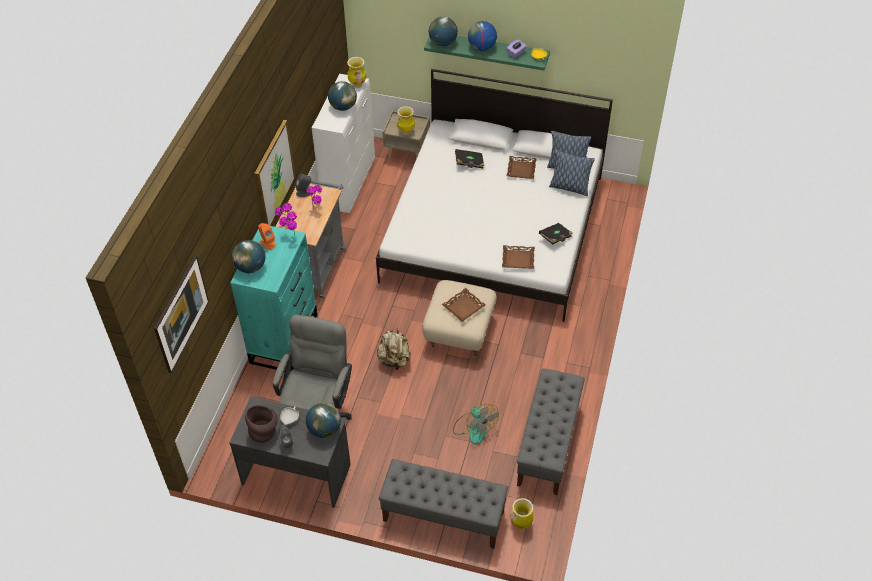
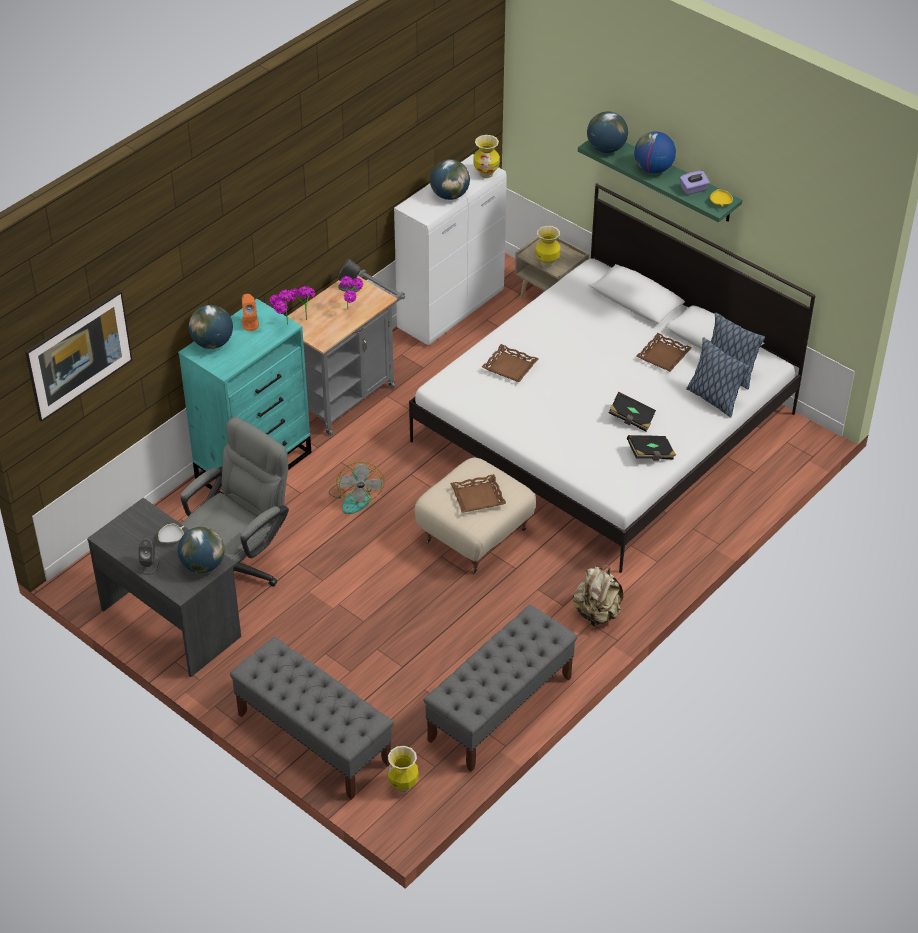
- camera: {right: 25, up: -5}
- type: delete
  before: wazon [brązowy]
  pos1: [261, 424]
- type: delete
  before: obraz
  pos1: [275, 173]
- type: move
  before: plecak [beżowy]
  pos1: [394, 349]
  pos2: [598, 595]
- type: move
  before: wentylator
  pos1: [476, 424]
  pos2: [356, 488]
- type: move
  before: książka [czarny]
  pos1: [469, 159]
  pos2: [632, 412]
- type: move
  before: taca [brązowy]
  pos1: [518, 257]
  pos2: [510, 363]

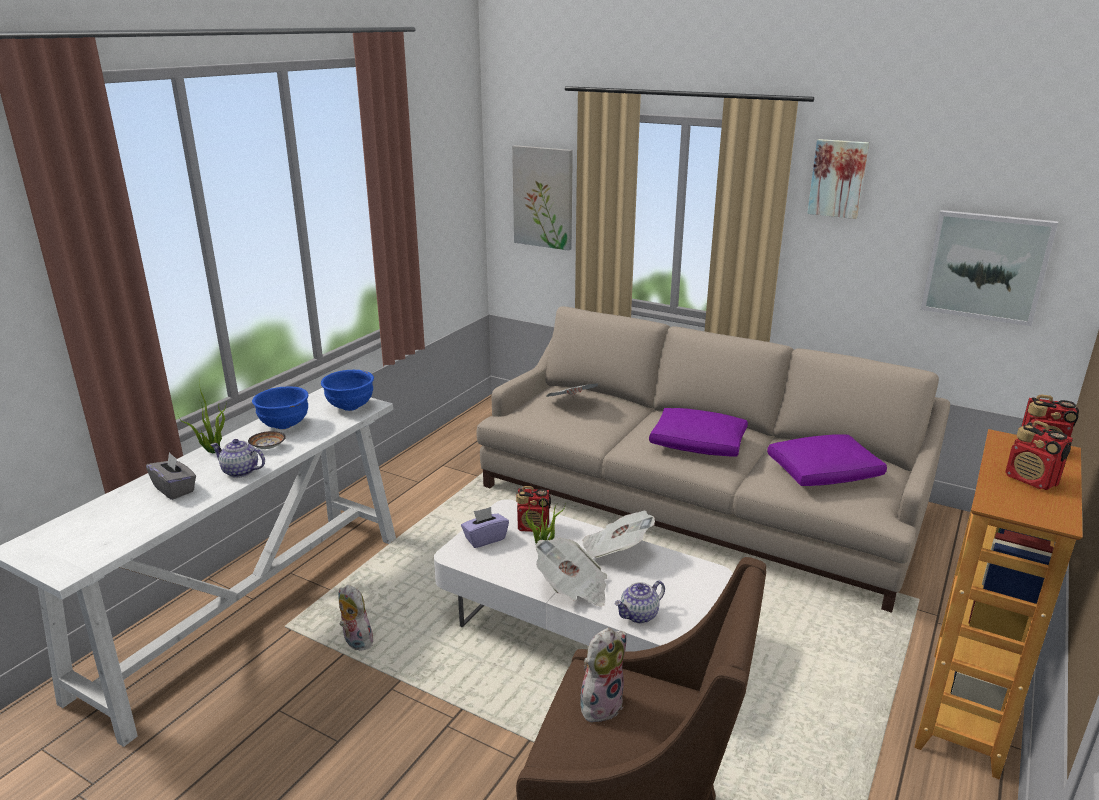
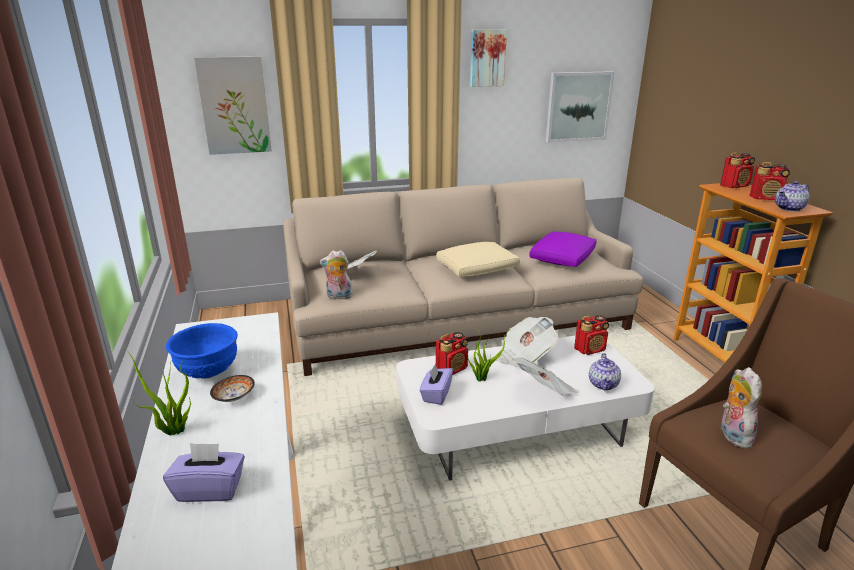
- camera: {right: -45, up: 0}
- type: recolor
  before: pudełko chusteczek [szary]
  after: pudełko chusteczek [fioletowy]
  pos1: [171, 476]
  pos2: [204, 472]
- type: move
  before: imbryk
  pos1: [237, 458]
  pos2: [792, 196]
- type: delete
  before: miska [niebieski]
  pos1: [347, 390]
- type: move
  before: pluszak
  pos1: [355, 618]
  pos2: [336, 274]
- type: recolor
  before: poduszka [fioletowy]
  after: poduszka [beżowy]
  pos1: [698, 432]
  pos2: [478, 259]
- type: insert
  after: radio
  pos2: [591, 335]

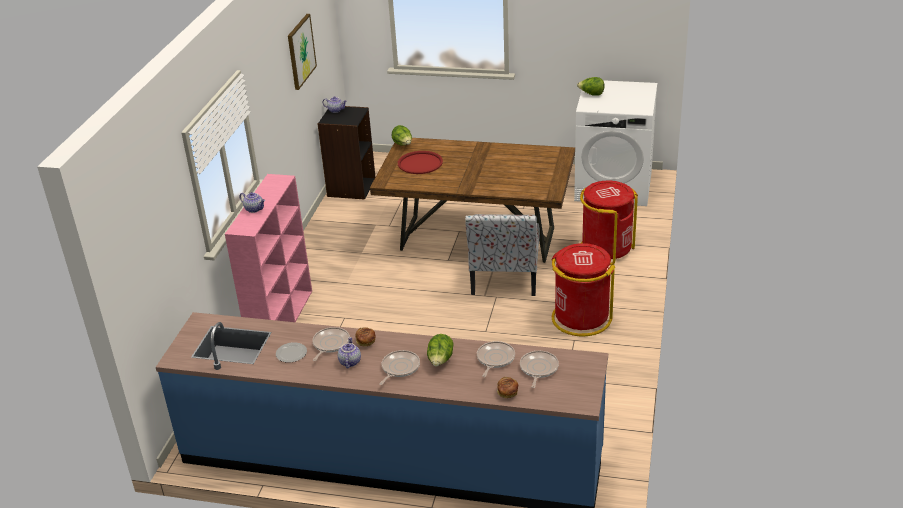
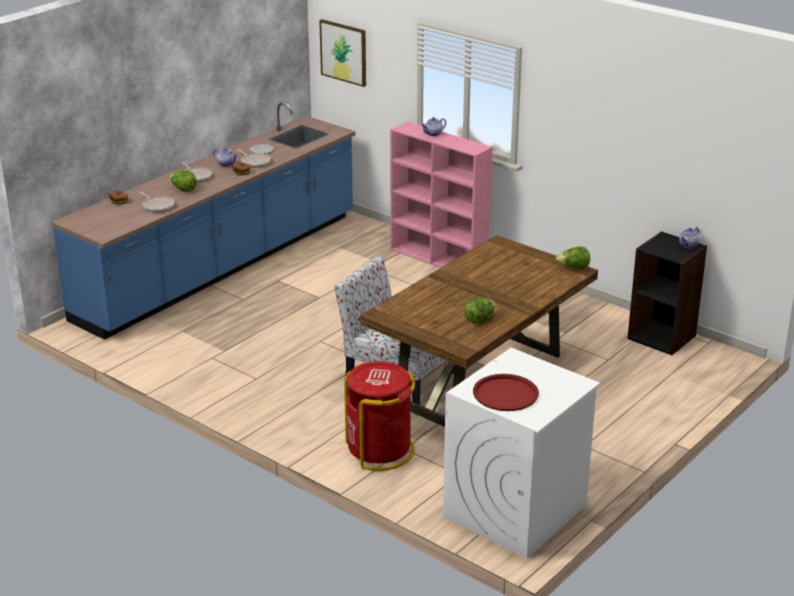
- camera: {right: 115, up: -5}
- type: move
  before: obraz
  pos1: [302, 52]
  pos2: [342, 53]
- type: move
  before: taca [czerwony]
  pos1: [420, 162]
  pos2: [506, 392]
- type: delete
  before: patelnia
  pos1: [539, 369]
- type: delete
  before: kosz na śmieci [czerwony]
  pos1: [583, 289]
- type: move
  before: sałata
  pos1: [591, 86]
  pos2: [479, 310]

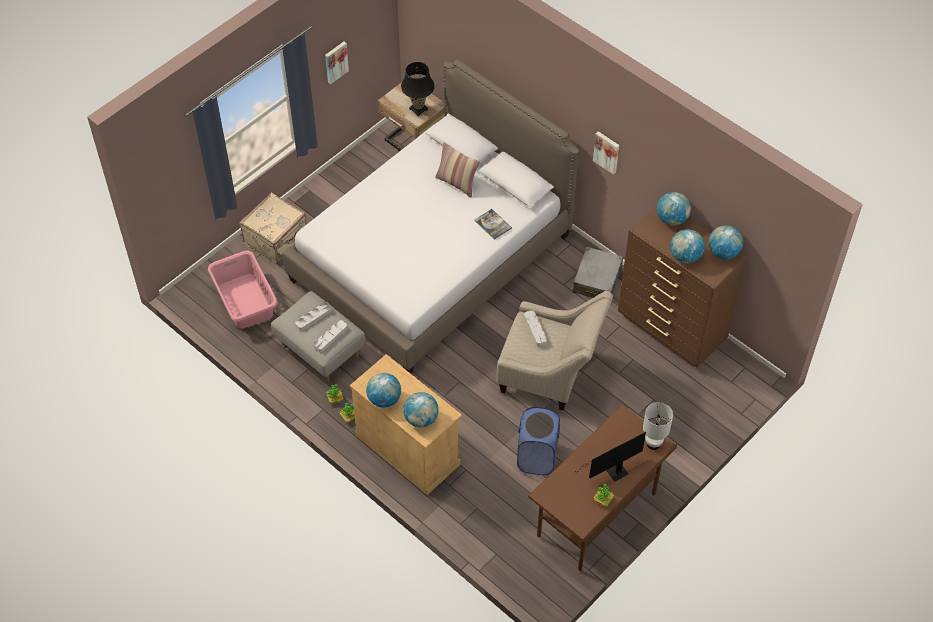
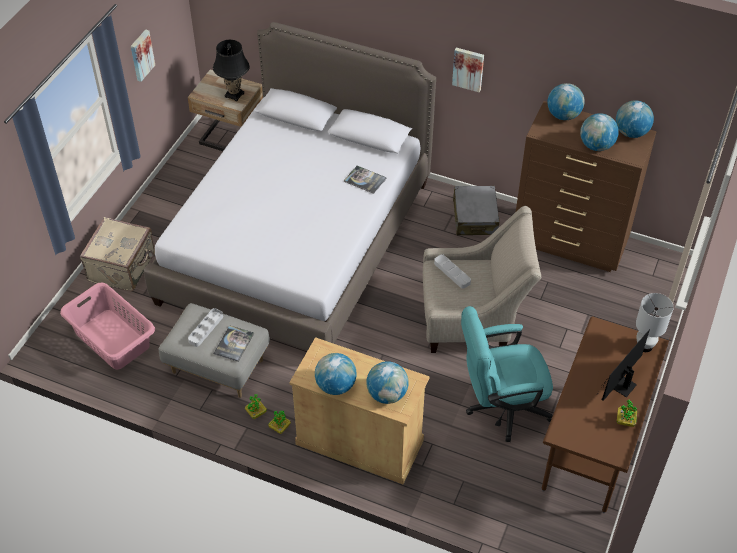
- camera: {right: -20, up: -5}
- type: replace
  before: taca [szary]
  after: książka
  pos1: [330, 336]
  pos2: [234, 343]
- type: delete
  before: poduszka
  pos1: [457, 169]
- type: replace
  before: kosz na pranie [niebieski]
  after: krzesło biurowe [turkusowy]
  pos1: [538, 441]
  pos2: [507, 374]

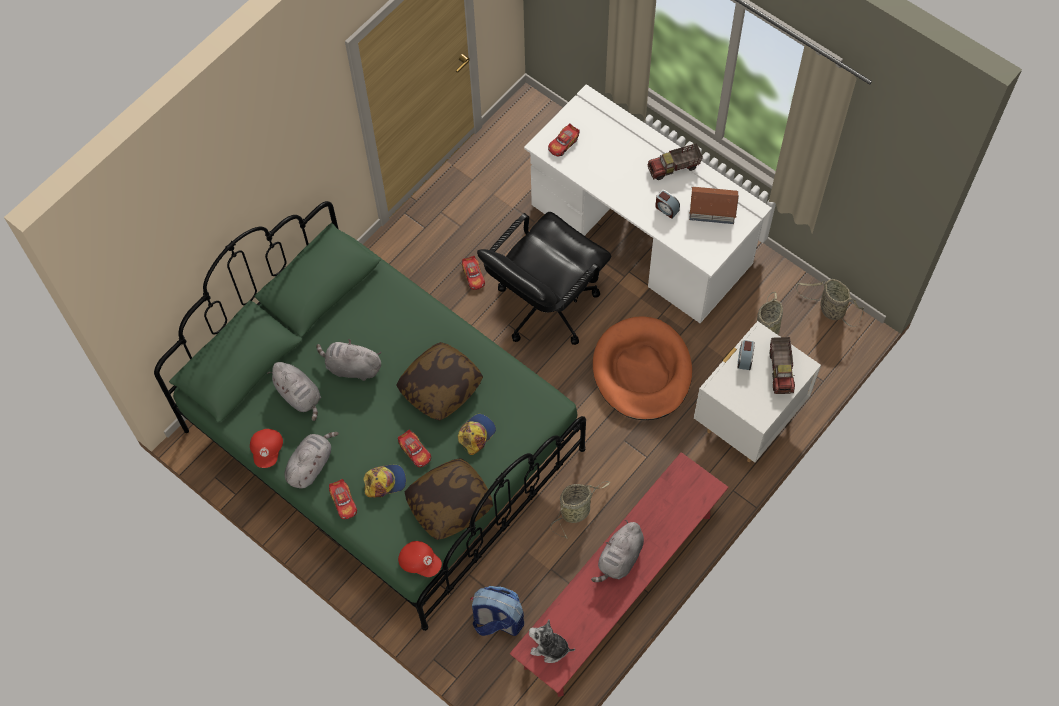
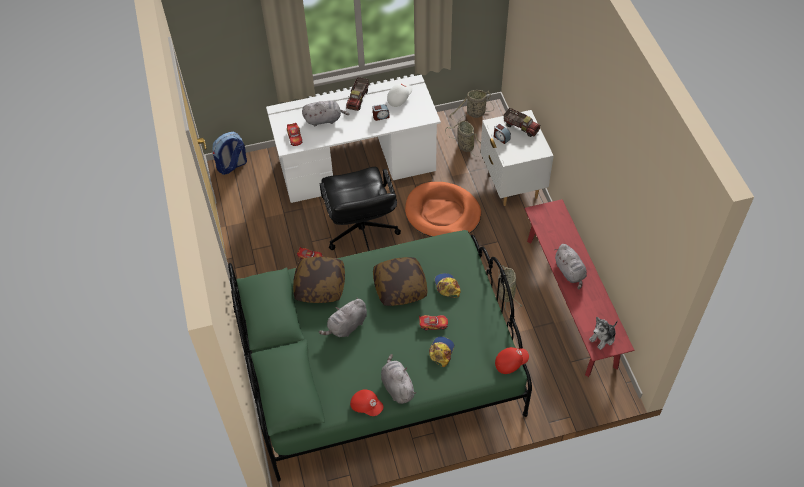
- camera: {right: -55, up: -10}
- type: move
  before: pluszak [szary]
  pos1: [294, 391]
  pos2: [325, 113]
- type: delete
  before: samochodzik
  pos1: [343, 499]
- type: move
  before: poduszka
  pos1: [449, 499]
  pos2: [319, 280]
- type: move
  before: plecak
  pos1: [497, 611]
  pos2: [230, 153]
- type: replace
  before: domek
  after: czapka z daszkiem [biały]
  pos1: [714, 205]
  pos2: [399, 95]

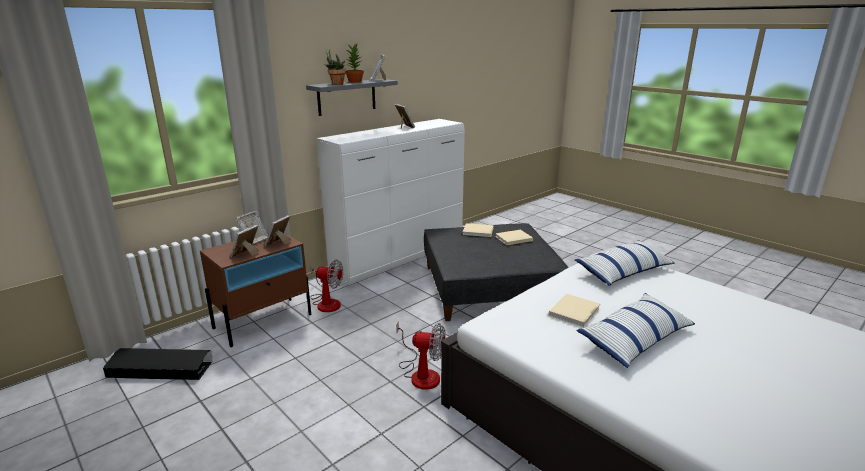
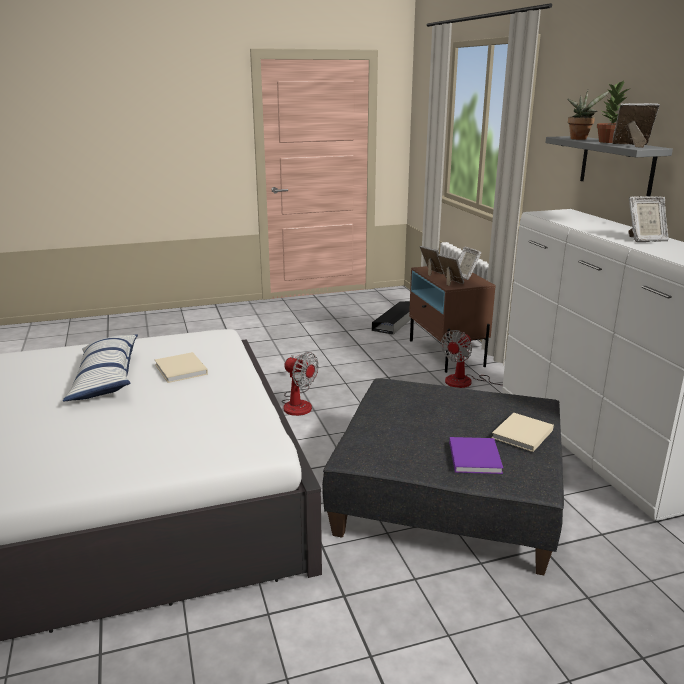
- camera: {right: 115, up: 0}
- type: rotate
  before: wentylator
  pos1: [420, 355]
  pos2: [300, 384]
  turn: -90
- type: recolor
  before: książka [beżowy]
  after: książka [fioletowy]
  pos1: [514, 237]
  pos2: [476, 455]
- type: delete
  before: poduszka
  pos1: [624, 263]

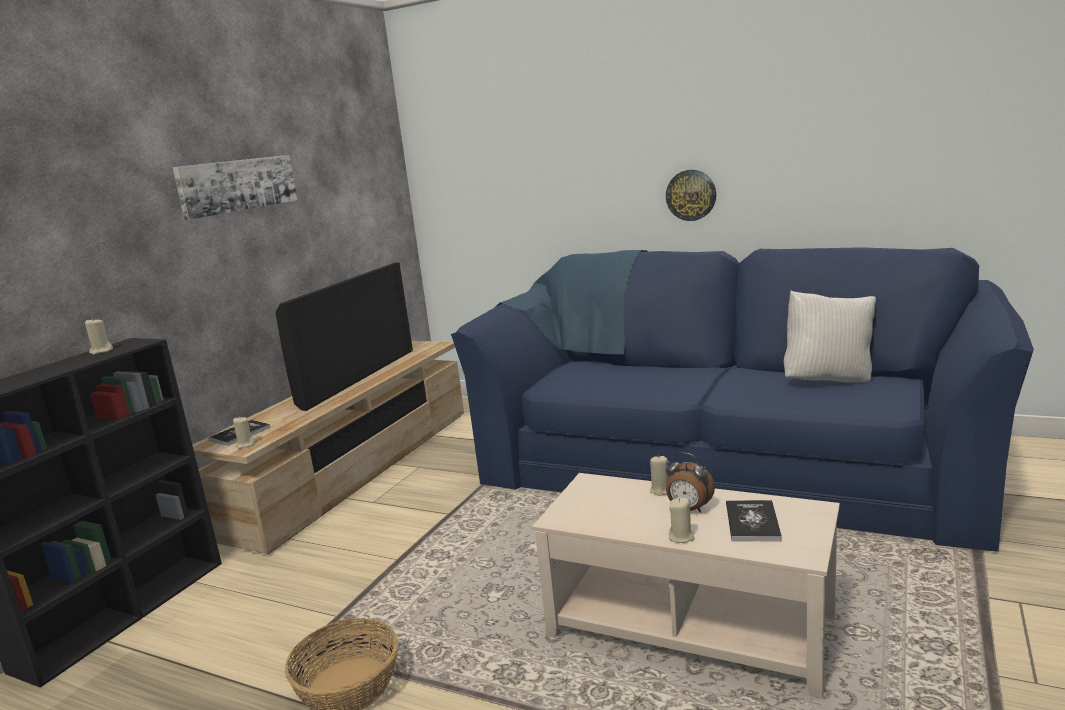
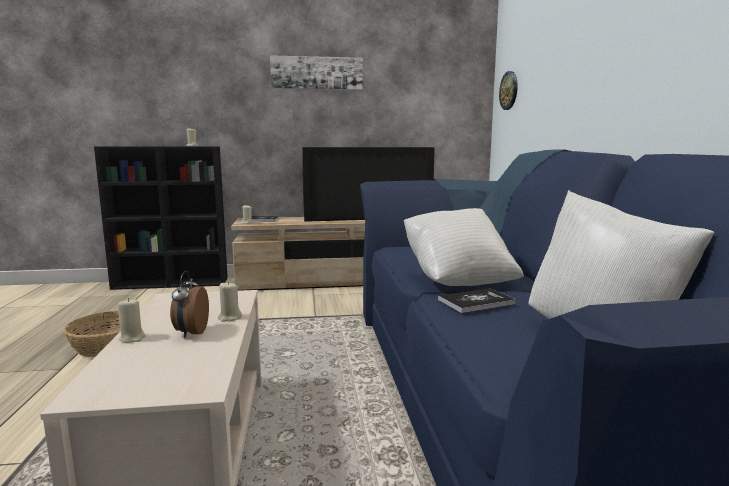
- camera: {right: 55, up: -5}
- type: move
  before: zegar ścienny
  pos1: [691, 195]
  pos2: [508, 90]
- type: move
  before: książka
  pos1: [754, 520]
  pos2: [477, 300]
- type: insert
  after: poduszka [biały]
  pos2: [464, 247]

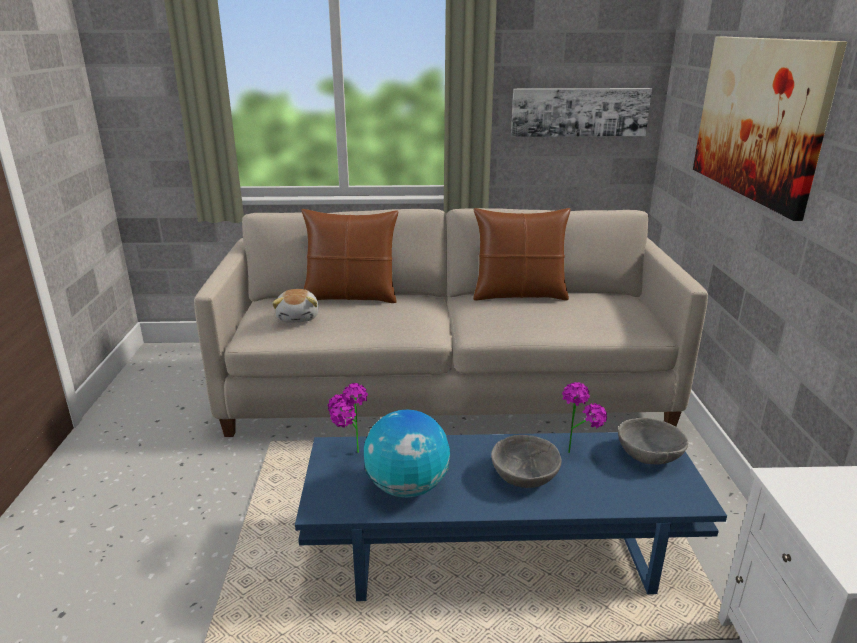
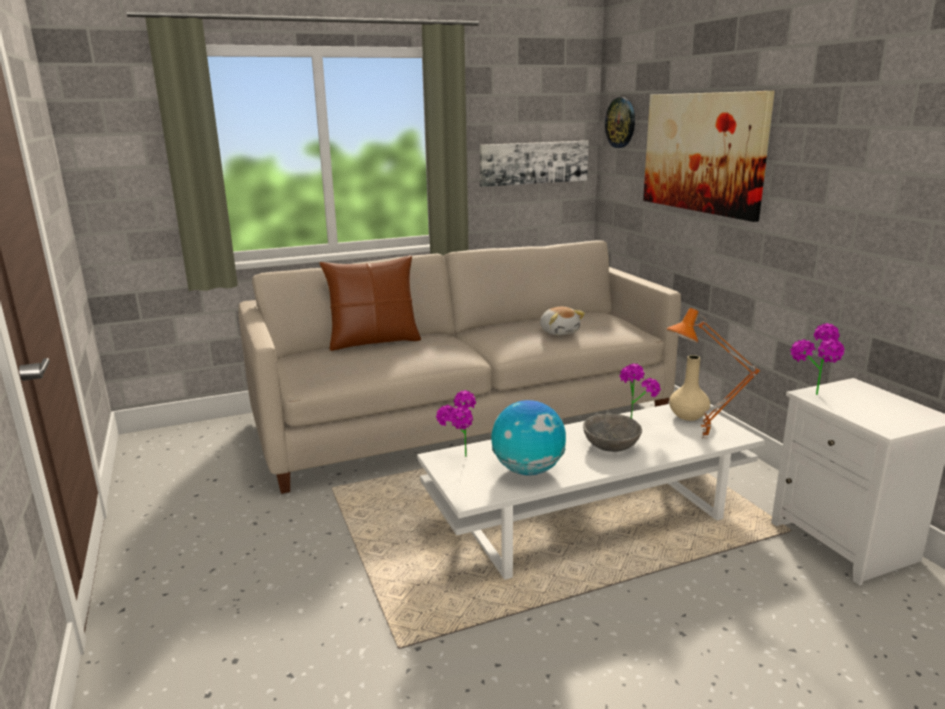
- camera: {right: -20, up: -5}
- type: move
  before: pluszak
  pos1: [295, 305]
  pos2: [562, 321]
- type: recolor
  before: ława [niebieski]
  after: ława [biały]
  pos1: [511, 516]
  pos2: [591, 492]
- type: delete
  before: poduszka [brązowy]
  pos1: [521, 254]
- type: replace
  before: miska [szary]
  after: wazon [beżowy]
  pos1: [653, 441]
  pos2: [689, 388]
- type: insert
  after: zegar ścienny
  pos2: [620, 122]
- type: insert
  after: lampa stołowa [pomarańczowy]
  pos2: [713, 373]
- type: insert
  after: roślina doniczkowa
  pos2: [817, 359]

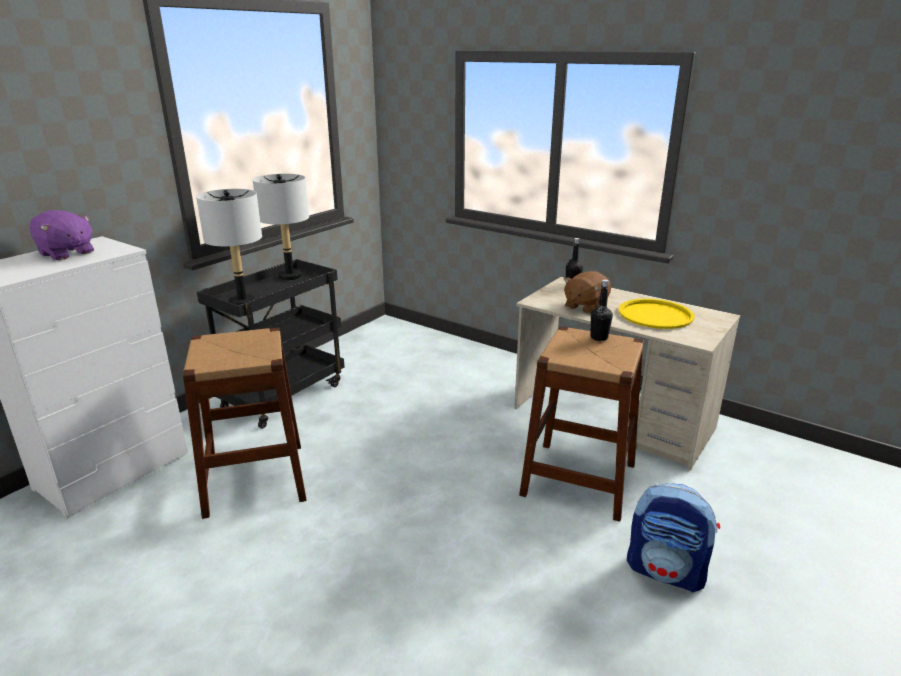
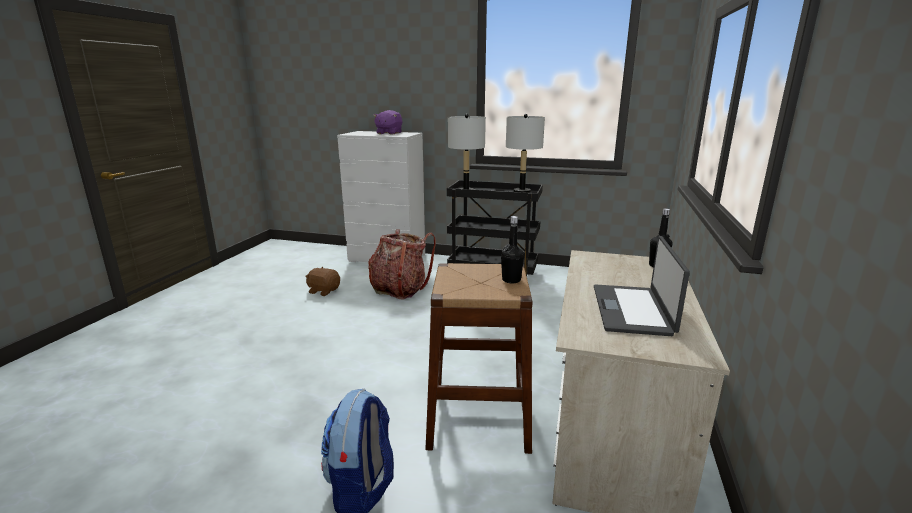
- camera: {right: 70, up: -5}
- type: replace
  before: stołek [brązowy]
  after: plecak
  pos1: [245, 423]
  pos2: [402, 264]
- type: move
  before: pluszak [brązowy]
  pos1: [587, 292]
  pos2: [322, 281]
- type: replace
  before: taca [żółty]
  after: laptop
  pos1: [657, 314]
  pos2: [642, 286]

